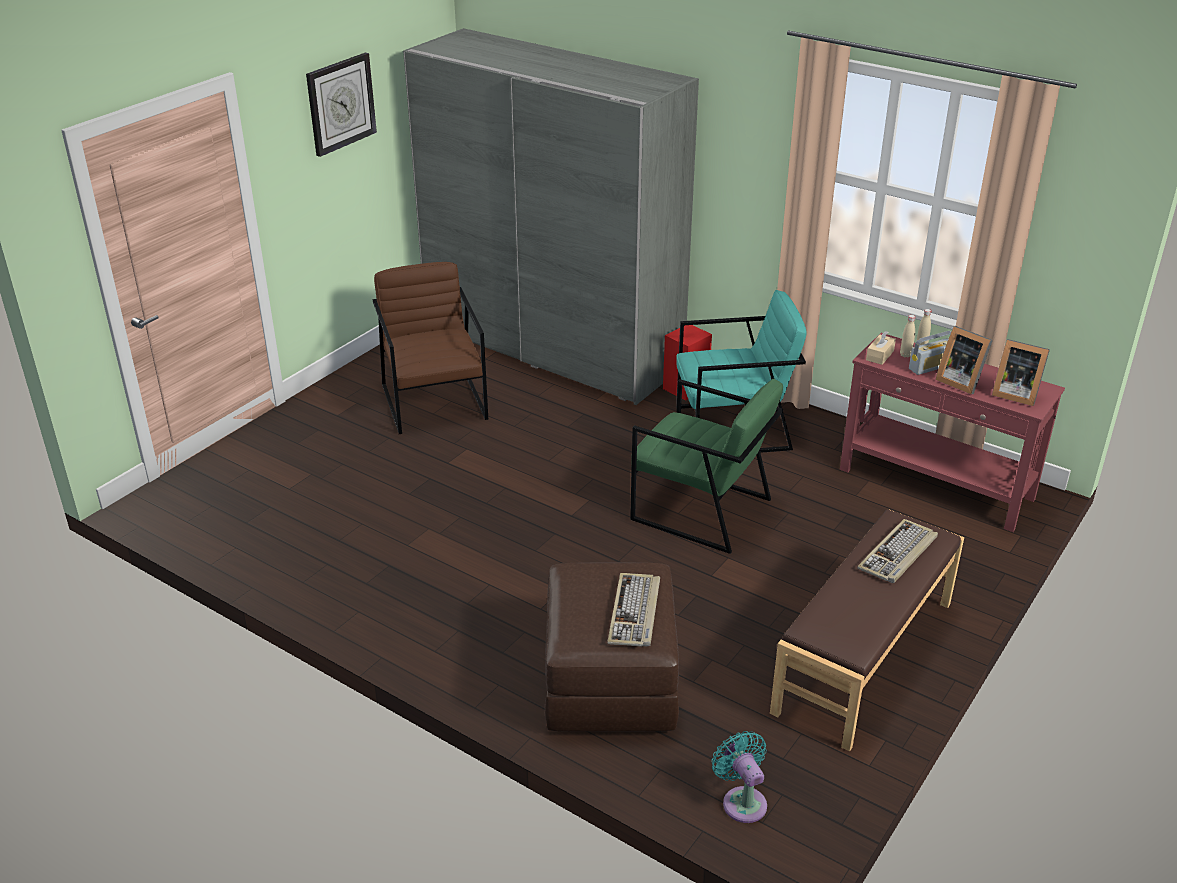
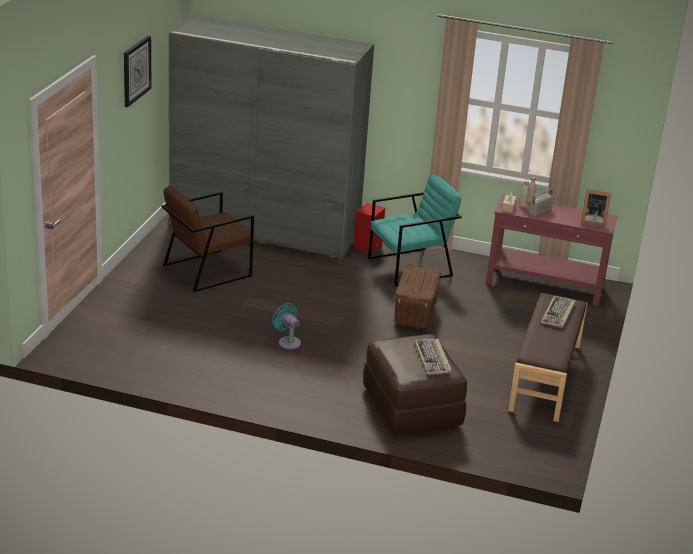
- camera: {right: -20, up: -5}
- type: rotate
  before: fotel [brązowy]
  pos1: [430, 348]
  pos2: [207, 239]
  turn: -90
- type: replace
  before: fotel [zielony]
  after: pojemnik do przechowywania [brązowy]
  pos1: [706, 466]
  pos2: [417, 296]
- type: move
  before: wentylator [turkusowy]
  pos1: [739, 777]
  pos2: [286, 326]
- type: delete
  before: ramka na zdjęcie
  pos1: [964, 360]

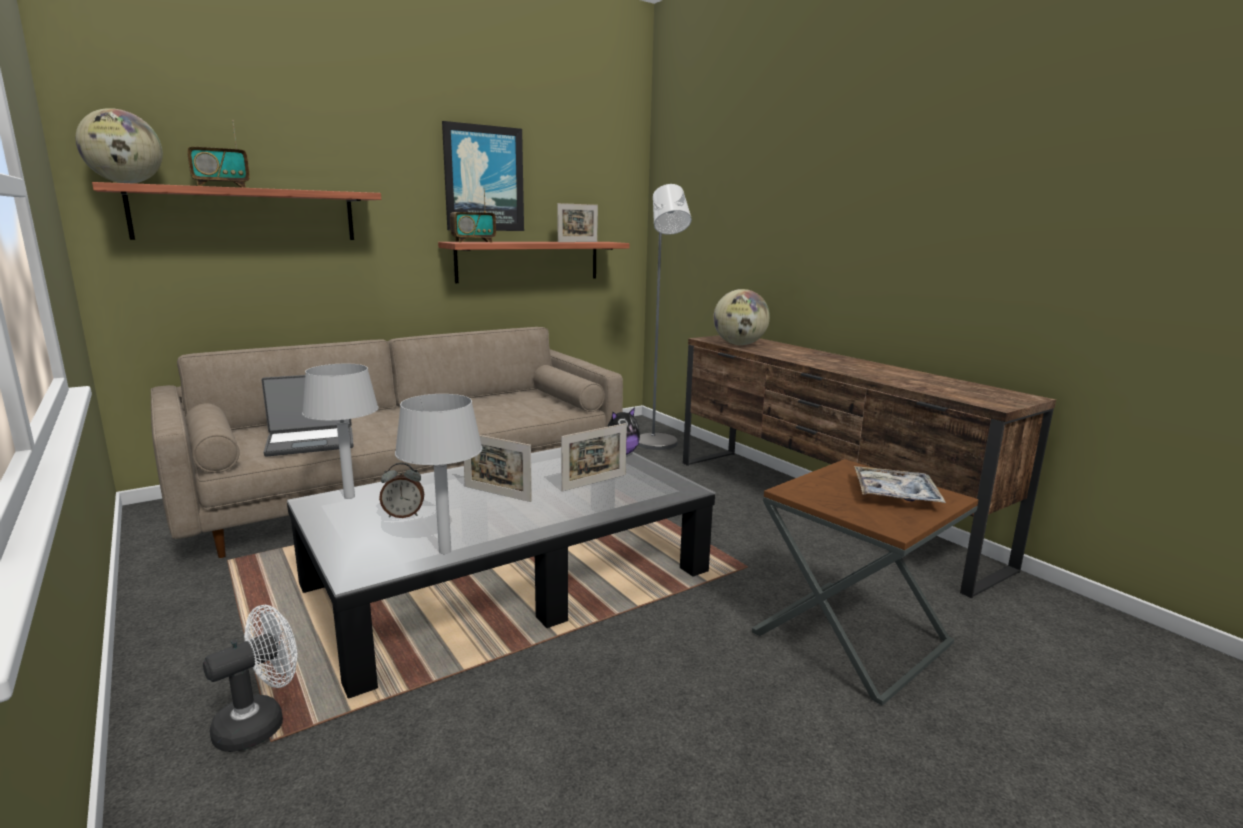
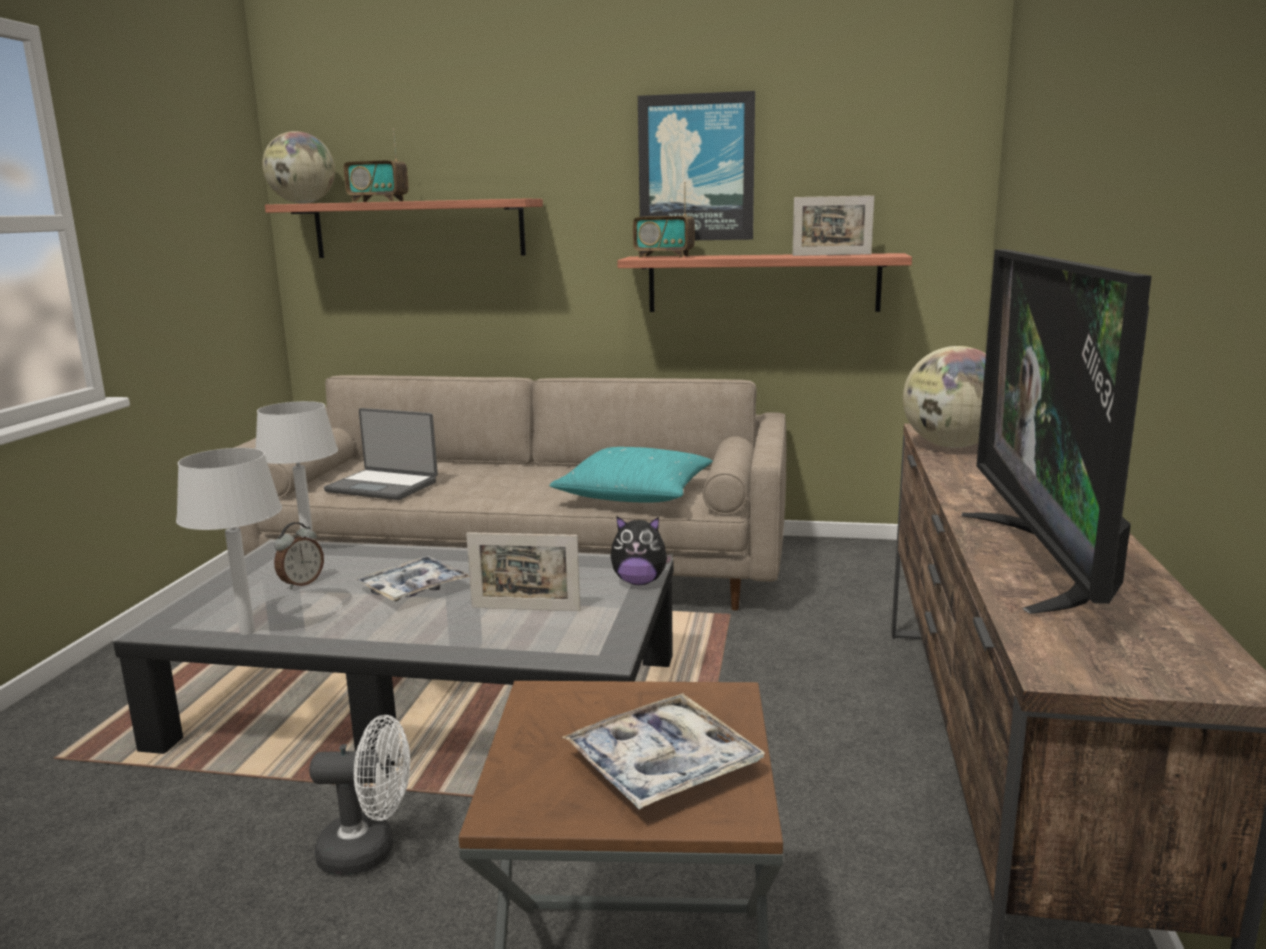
- camera: {right: 45, up: 0}
- type: move
  before: wentylator [biały]
  pos1: [250, 678]
  pos2: [359, 795]
- type: rotate
  before: budzik
  pos1: [401, 490]
  pos2: [299, 555]
  turn: -90
- type: replace
  before: ramka na zdjęcie
  after: taca
  pos1: [498, 468]
  pos2: [413, 578]
- type: delete
  before: lampa stojąca [szary]
  pos1: [665, 317]
- type: insert
  after: poduszka [turkusowy]
  pos2: [631, 474]
- type: insert
  after: telewizor
  pos2: [1056, 431]

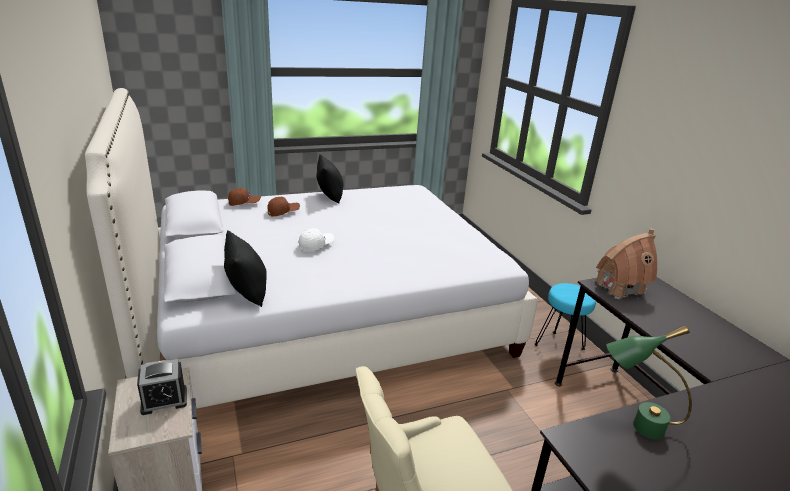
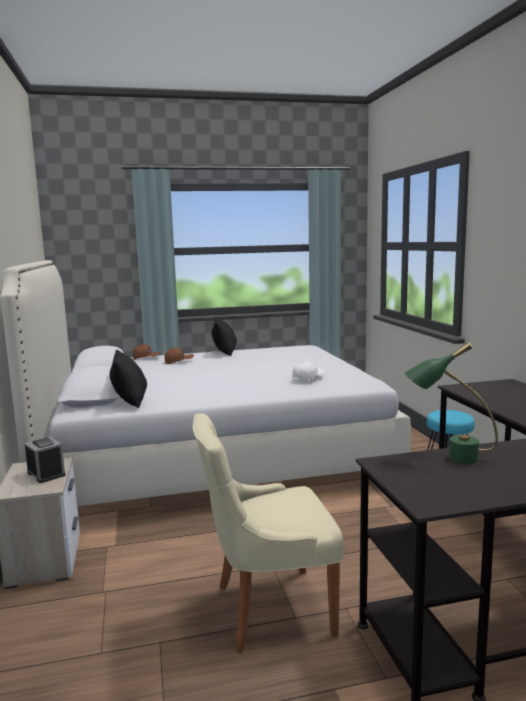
- camera: {right: 10, up: -15}
- type: rotate
  before: budzik
  pos1: [162, 387]
  pos2: [45, 460]
  turn: -120
- type: move
  before: czapka z daszkiem [biały]
  pos1: [316, 240]
  pos2: [308, 371]
- type: delete
  before: domek
  pos1: [626, 263]

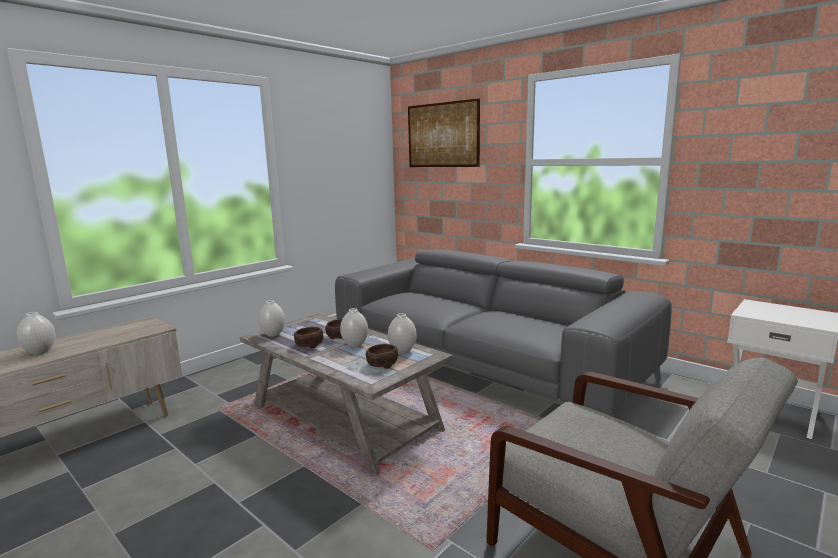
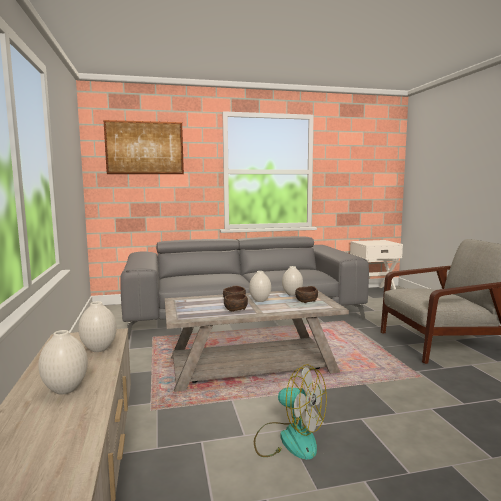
- camera: {right: -55, up: -5}
- type: move
  before: wazon [biały]
  pos1: [271, 318]
  pos2: [98, 326]
- type: insert
  after: wentylator
  pos2: [290, 412]

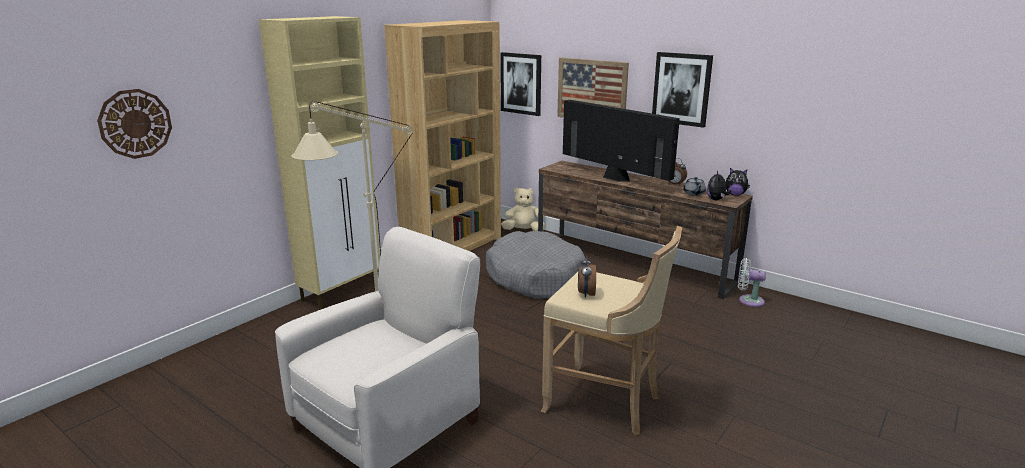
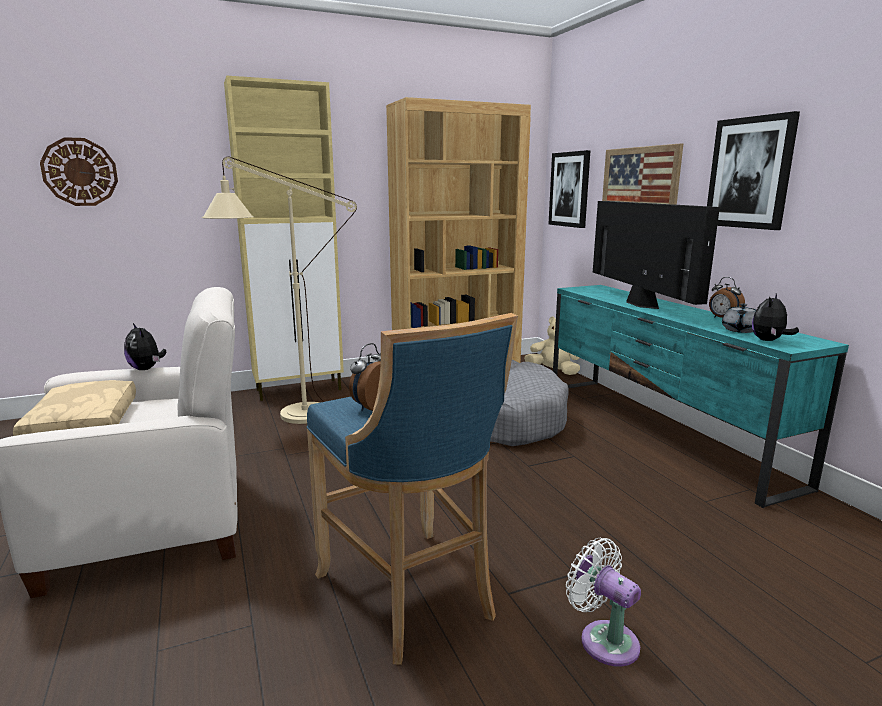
- camera: {right: 30, up: -5}
- type: recolor
  before: szafka pod telewizor [brązowy]
  after: szafka pod telewizor [turkusowy]
  pos1: [645, 230]
  pos2: [701, 396]
- type: recolor
  before: stołek [beżowy]
  after: stołek [niebieski]
  pos1: [611, 330]
  pos2: [412, 489]
- type: move
  before: pluszak
  pos1: [738, 182]
  pos2: [145, 346]
- type: move
  before: wentylator [biały]
  pos1: [752, 282]
  pos2: [603, 602]
- type: insert
  after: poduszka [beżowy]
  pos2: [74, 408]

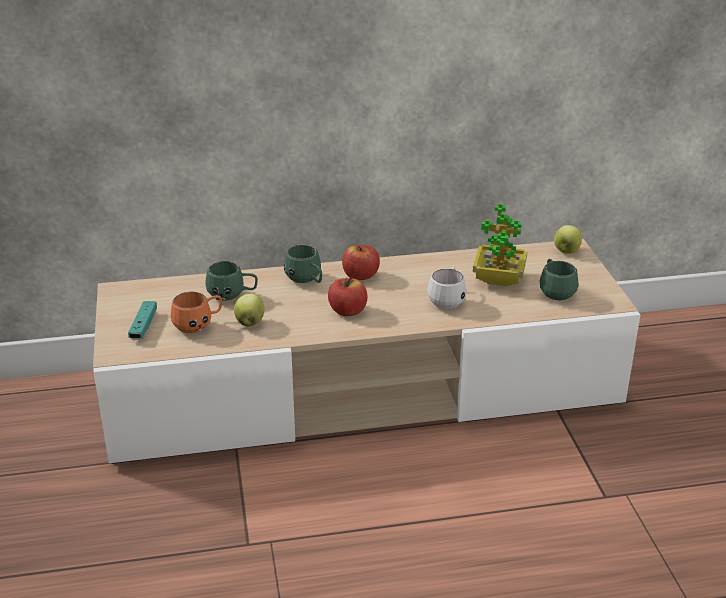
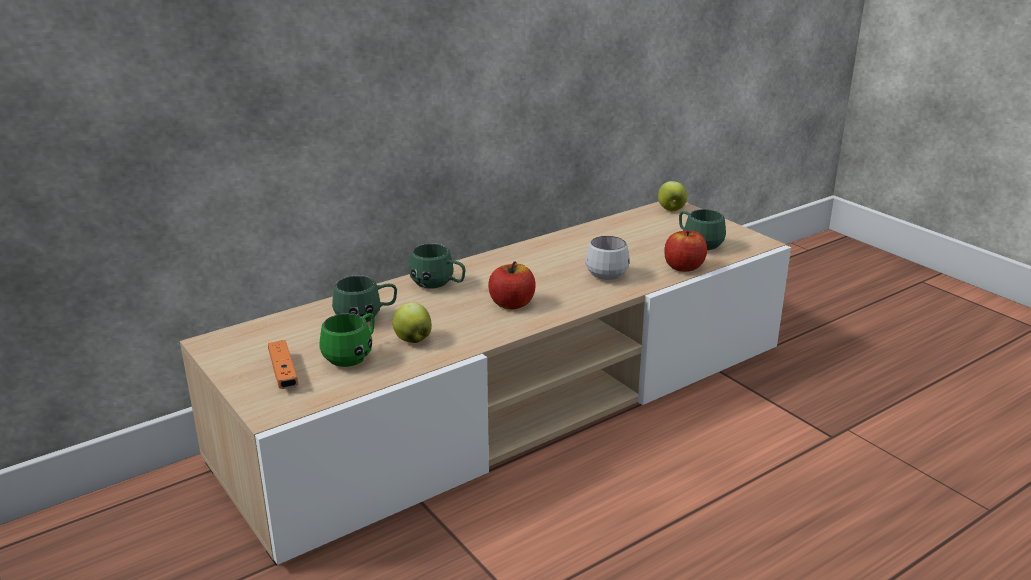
- camera: {right: -25, up: -5}
- type: recolor
  before: pad do gier [turkusowy]
  after: pad do gier [pomarańczowy]
  pos1: [142, 320]
  pos2: [283, 364]
- type: recolor
  before: kubek [pomarańczowy]
  after: kubek [zielony]
  pos1: [196, 312]
  pos2: [347, 340]
- type: move
  before: jabłko
  pos1: [361, 262]
  pos2: [685, 251]
- type: delete
  before: roślina doniczkowa
  pos1: [500, 244]

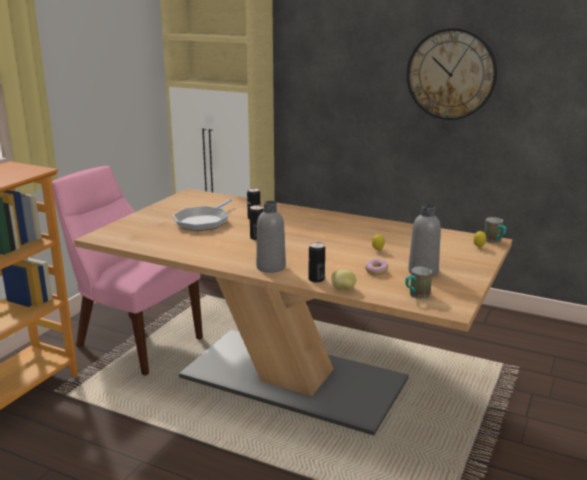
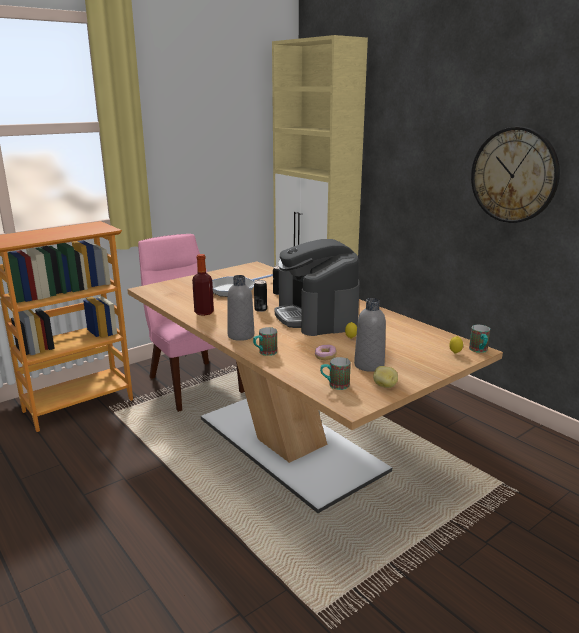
- camera: {right: 25, up: 0}
- type: replace
  before: puszka
  after: kubek
  pos1: [316, 262]
  pos2: [265, 341]
- type: move
  before: ziemniak
  pos1: [343, 280]
  pos2: [385, 377]
- type: insert
  after: butelka
  pos2: [203, 285]
- type: insert
  after: ekspres do kawy
  pos2: [317, 287]

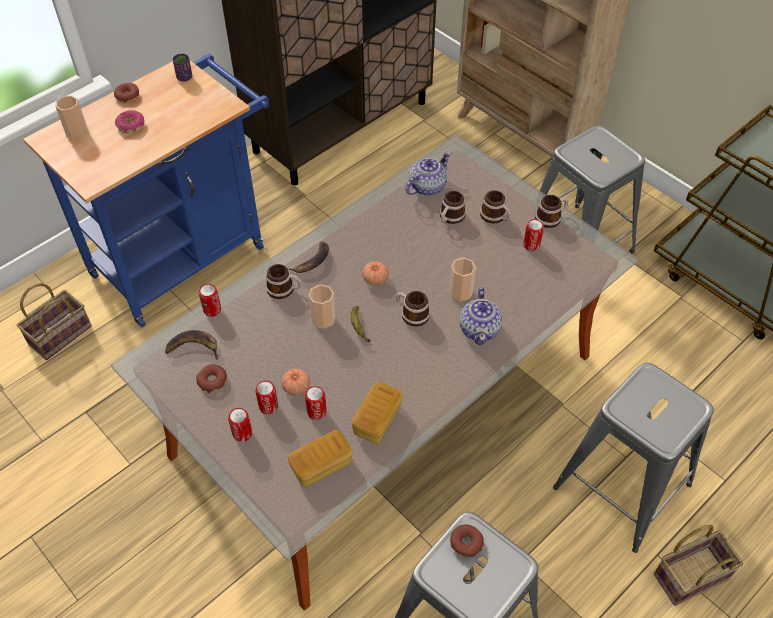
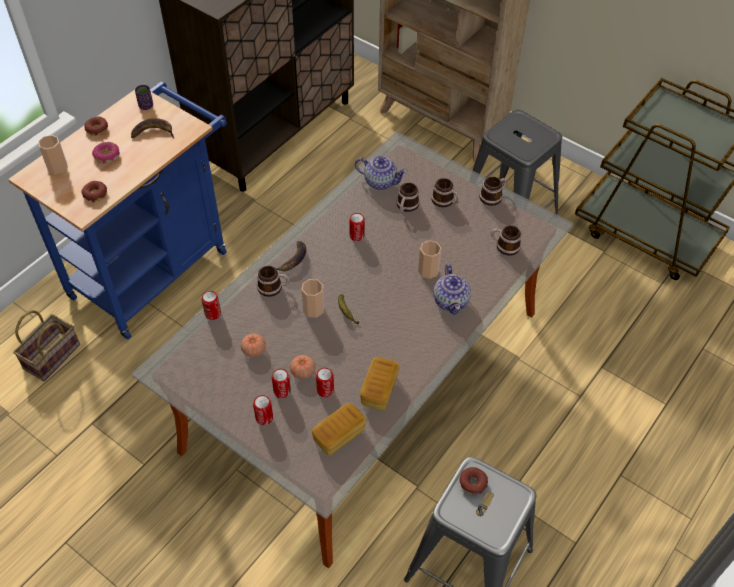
- camera: {right: -10, up: 0}
- type: move
  before: banan
  pos1: [191, 345]
  pos2: [152, 128]
- type: move
  before: donut
  pos1: [211, 378]
  pos2: [94, 192]
- type: move
  before: pomidor
  pos1: [375, 273]
  pos2: [253, 345]
- type: move
  before: kubek
  pos1: [413, 308]
  pos2: [506, 240]
- type: rotate
  before: imbryk
  pos1: [428, 174]
  pos2: [381, 173]
  turn: 75
- type: move
  before: puszka
  pos1: [533, 235]
  pos2: [357, 227]
- type: delete
  before: stołek [szary]
  pos1: [633, 458]
- type: delete
  before: koszyk
  pos1: [698, 565]

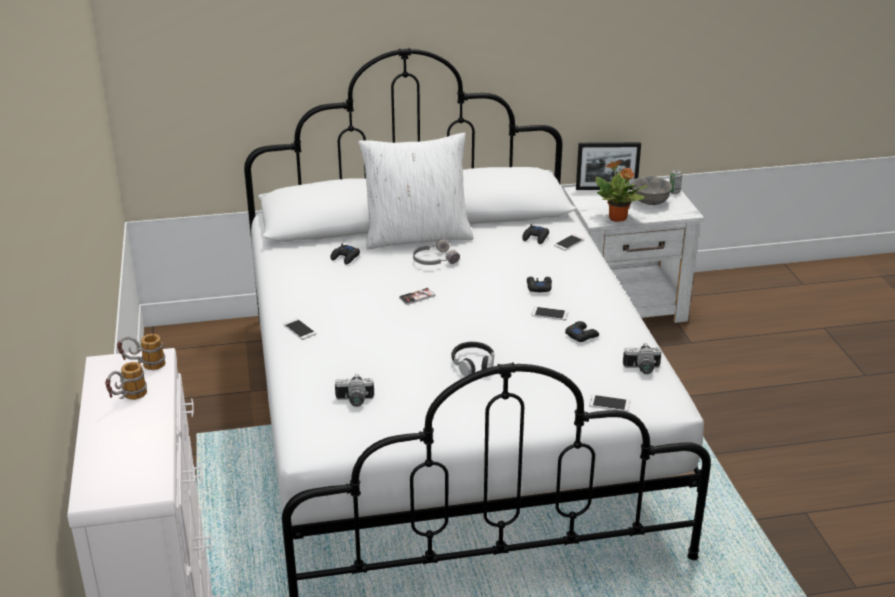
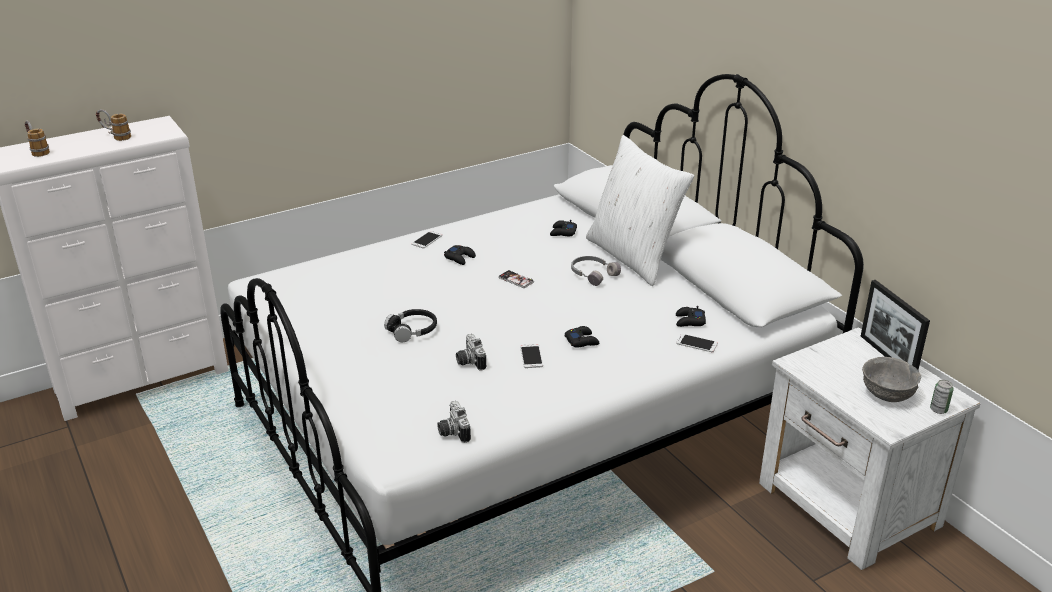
- camera: {right: 70, up: 0}
- type: move
  before: kubek
  pos1: [141, 352]
  pos2: [37, 138]
- type: move
  before: aparat fotograficzny
  pos1: [354, 390]
  pos2: [471, 352]
- type: move
  before: pad do gier [czarny]
  pos1: [582, 331]
  pos2: [460, 255]
- type: delete
  before: telefon
  pos1: [609, 403]
- type: delete
  before: roślina doniczkowa
  pos1: [621, 191]

